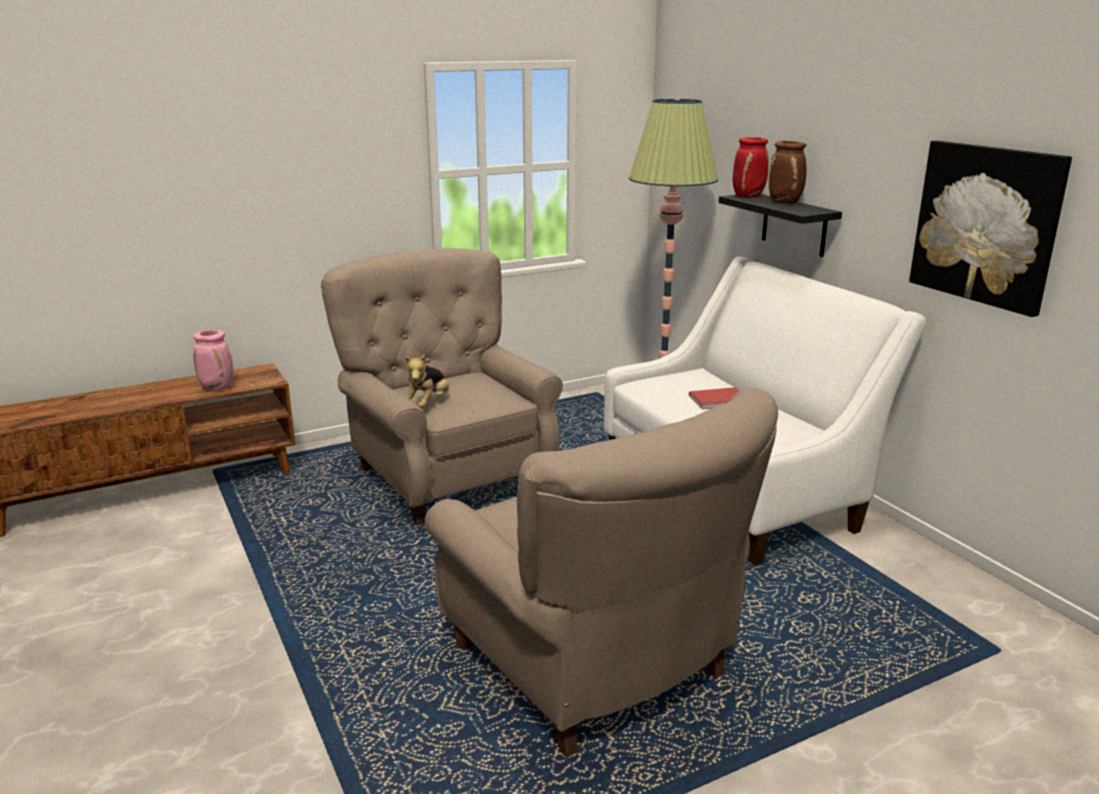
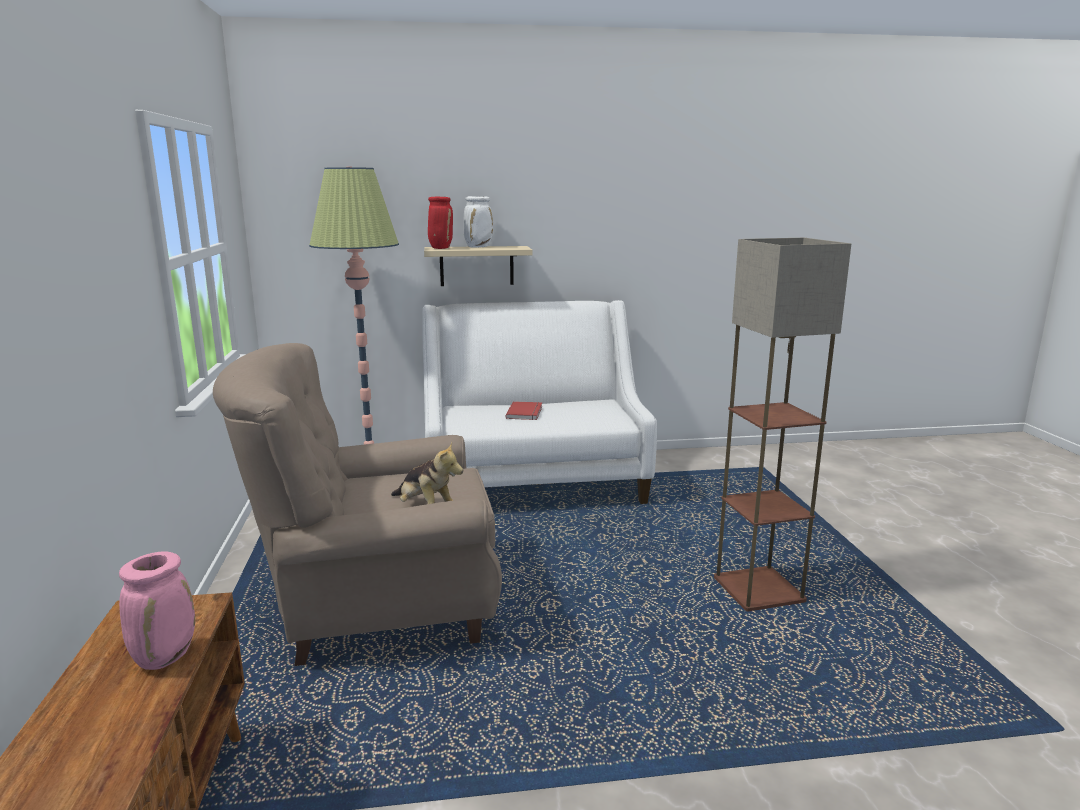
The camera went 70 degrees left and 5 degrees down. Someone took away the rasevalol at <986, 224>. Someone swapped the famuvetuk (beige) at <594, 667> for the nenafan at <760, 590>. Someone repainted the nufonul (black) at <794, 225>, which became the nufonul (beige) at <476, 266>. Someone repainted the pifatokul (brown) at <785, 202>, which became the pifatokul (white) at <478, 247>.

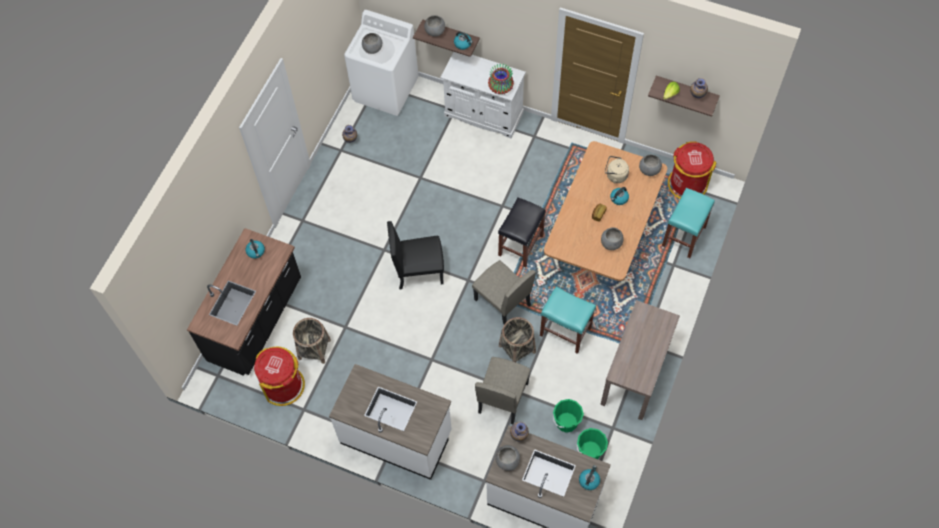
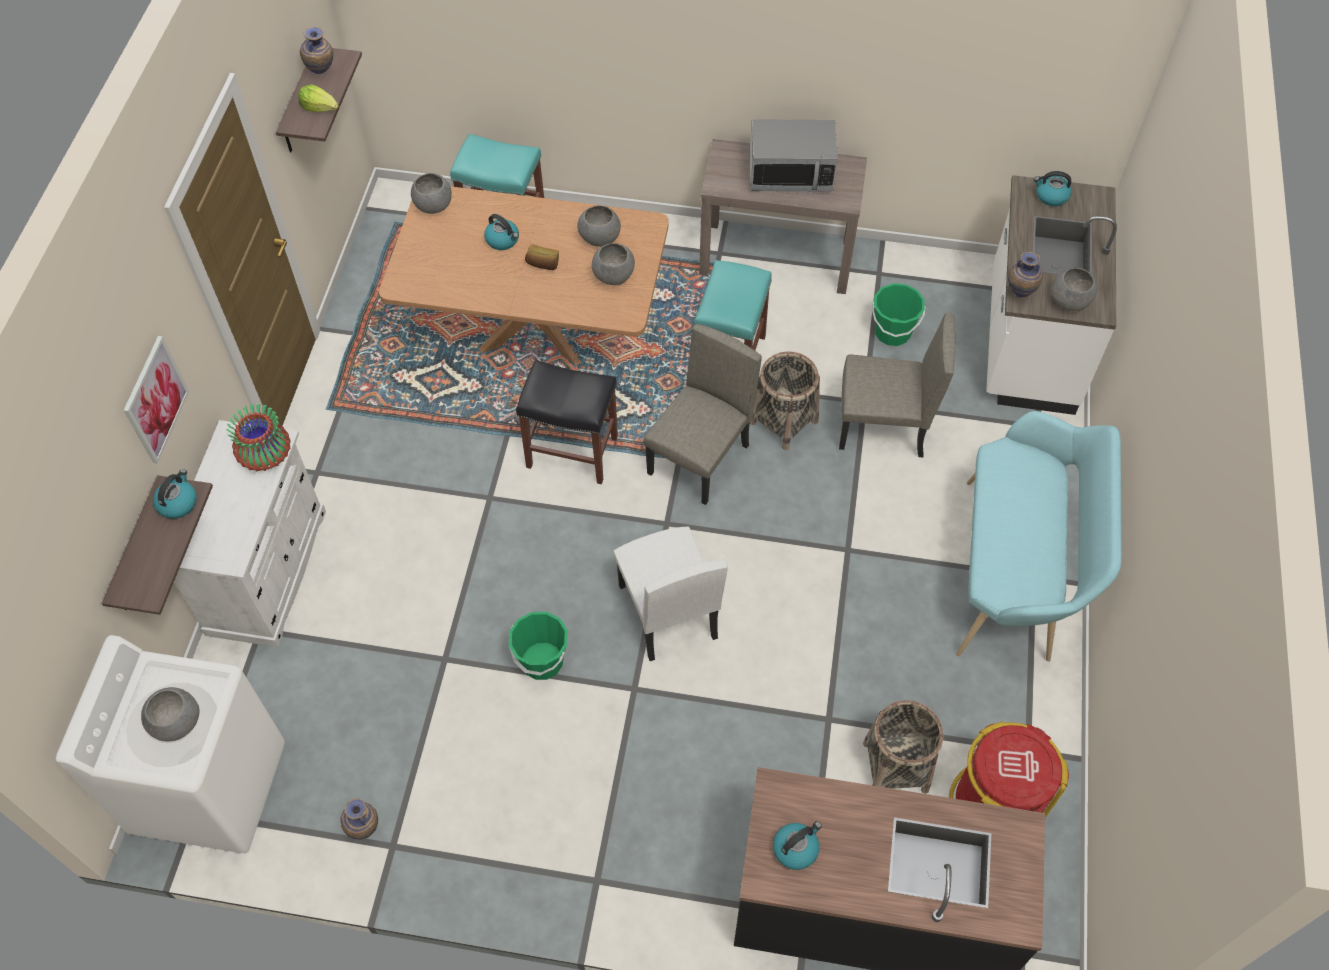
The camera went 105 degrees left and 5 degrees down. Someone took away the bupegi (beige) at <615, 175>. Someone took away the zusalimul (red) at <687, 184>. Someone put up the rasevalol at <155, 400>. Someone put down the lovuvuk at <790, 173>. Someone carried the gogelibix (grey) from <435, 32> to <613, 276>. Someone carried the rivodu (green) from <590, 451> to <542, 661>. Someone swapped the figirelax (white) at <396, 436> for the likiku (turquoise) at <1016, 573>. Someone repainted the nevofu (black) at <419, 271>, which became the nevofu (white) at <667, 612>.

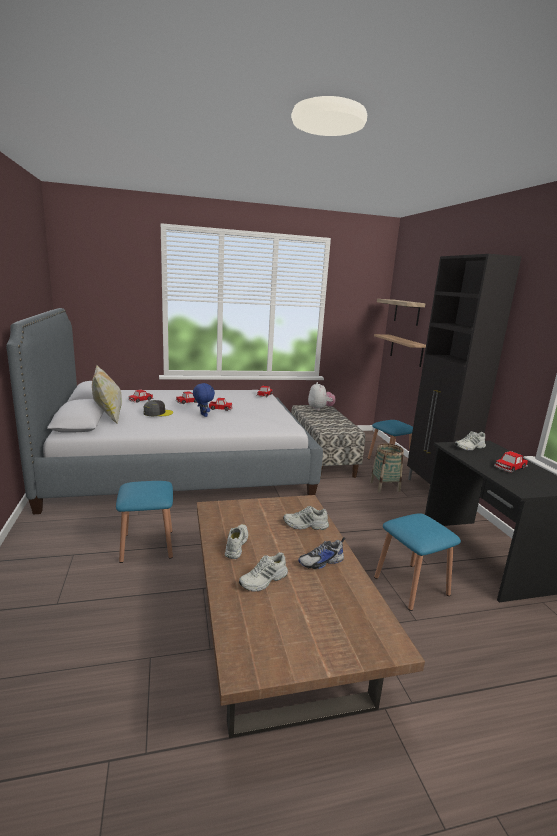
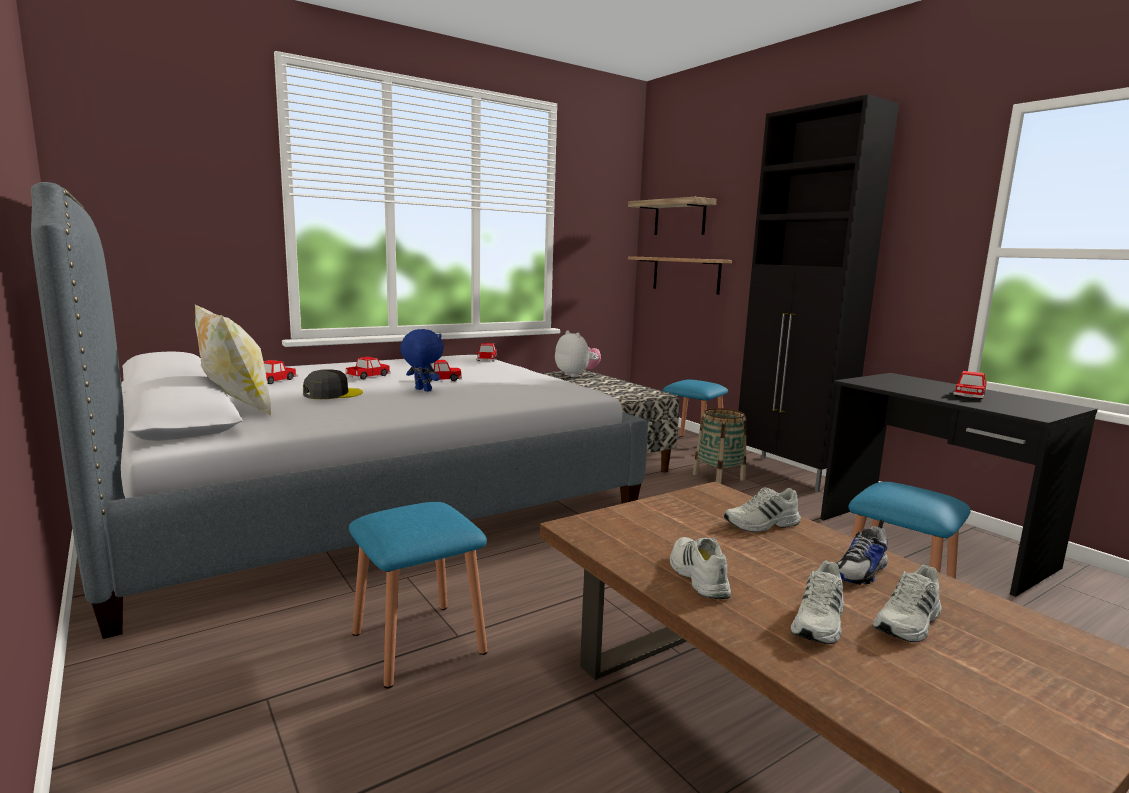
The camera went 20 degrees left and 5 degrees down. Someone carried the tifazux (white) from <470, 447> to <909, 622>.

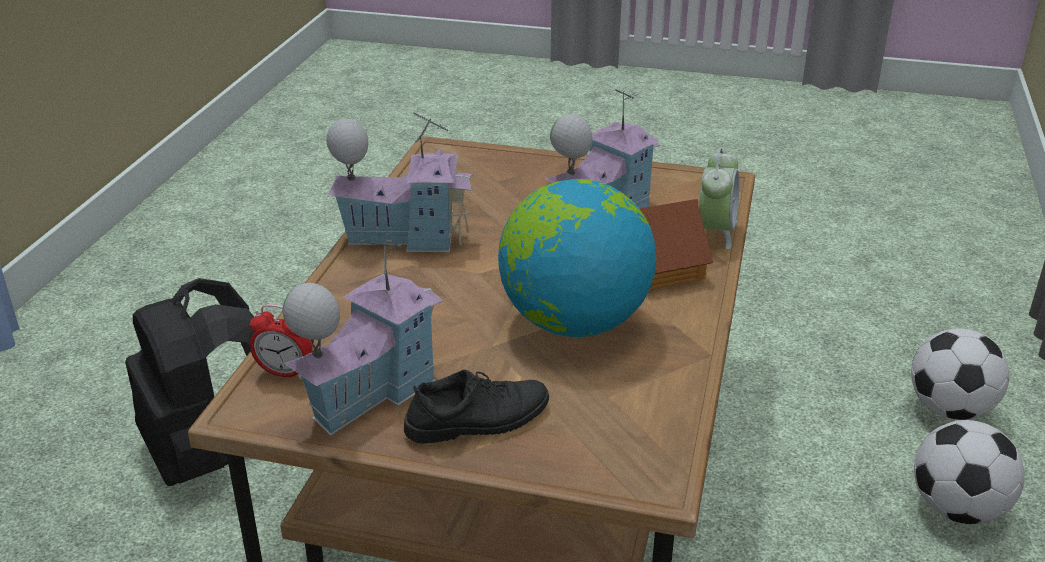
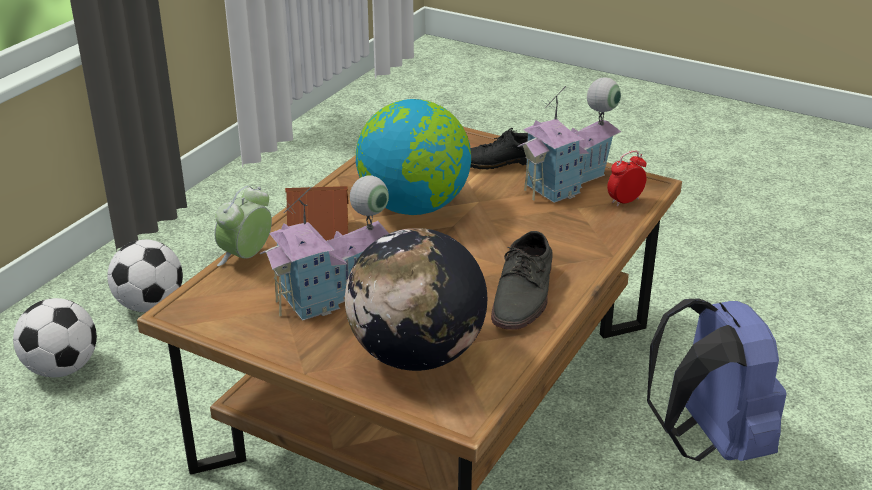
The camera went 165 degrees left and 0 degrees up. Someone put down the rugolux at <416, 355>. Someone swapped the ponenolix at <405, 236> for the tifazux (grey) at <524, 294>. Someone repainted the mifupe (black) at <206, 454>, which became the mifupe (blue) at <708, 442>. Someone rotated the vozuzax at <285, 372> by 60 degrees counterclockwise.

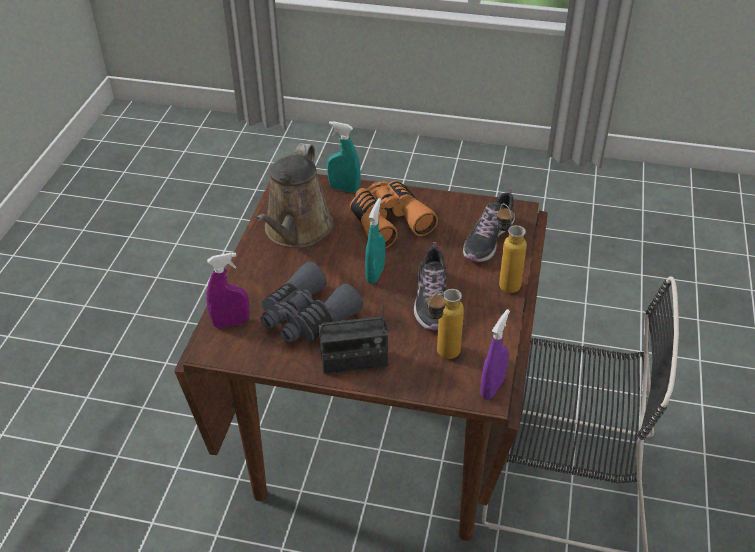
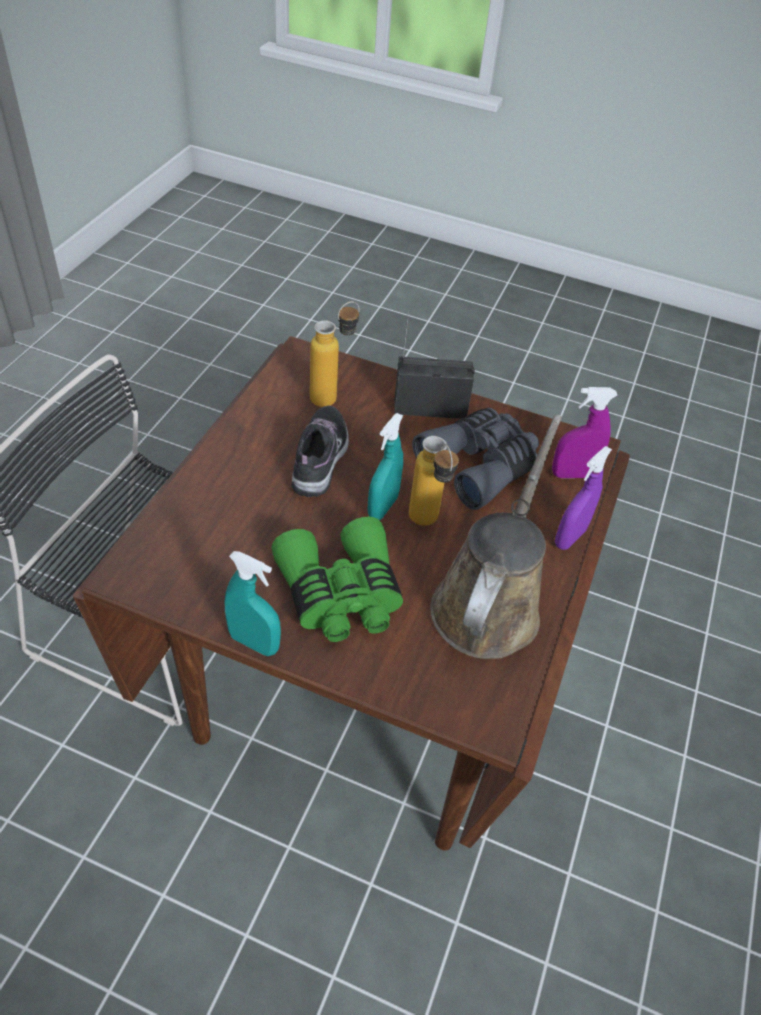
The camera went 175 degrees left and 5 degrees up. Someone took away the tifazux at <488, 239>. Someone carried the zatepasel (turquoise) from <344, 189> to <254, 643>. Someone carried the zatepasel (purple) from <492, 387> to <570, 537>. Someone carried the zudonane from <504, 281> to <427, 525>. Someone repainted the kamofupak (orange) at <388, 221>, which became the kamofupak (green) at <341, 594>.

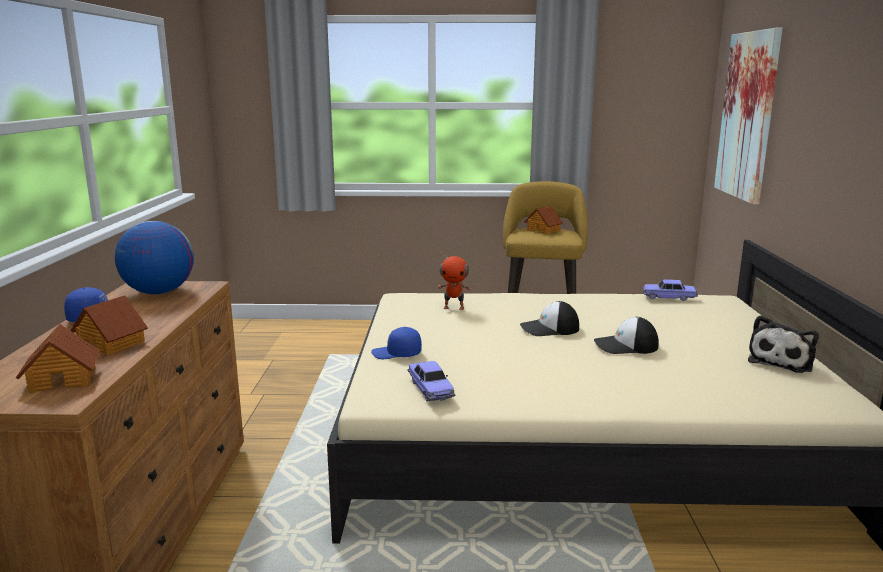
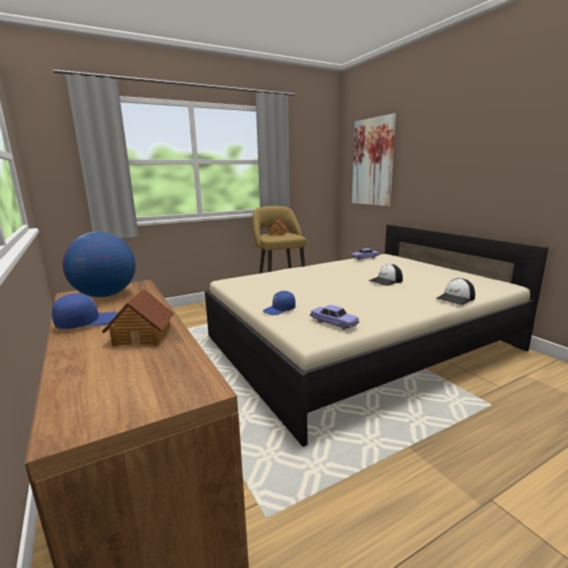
The camera went 30 degrees left and 0 degrees up. Someone took away the ponenolix at <63, 379>. Someone took away the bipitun at <454, 308>. Someone took away the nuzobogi at <782, 361>. Someone carried the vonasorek from <549, 328> to <456, 298>.

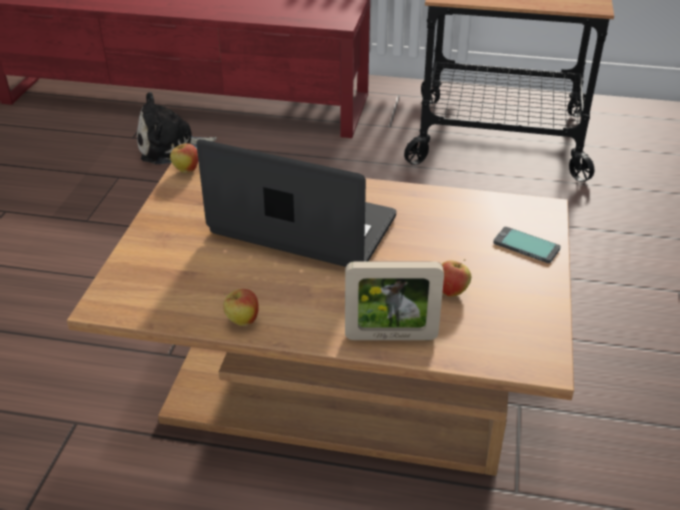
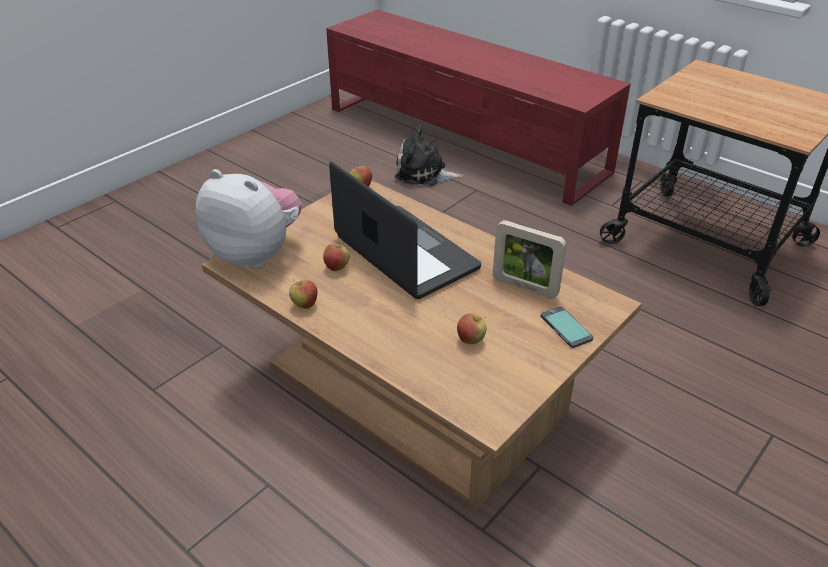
The camera went 30 degrees right and 0 degrees up. Someone put down the nuzobogi at <256, 254>. Someone put down the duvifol at <337, 268>. Someone carried the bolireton from <391, 336> to <525, 287>.

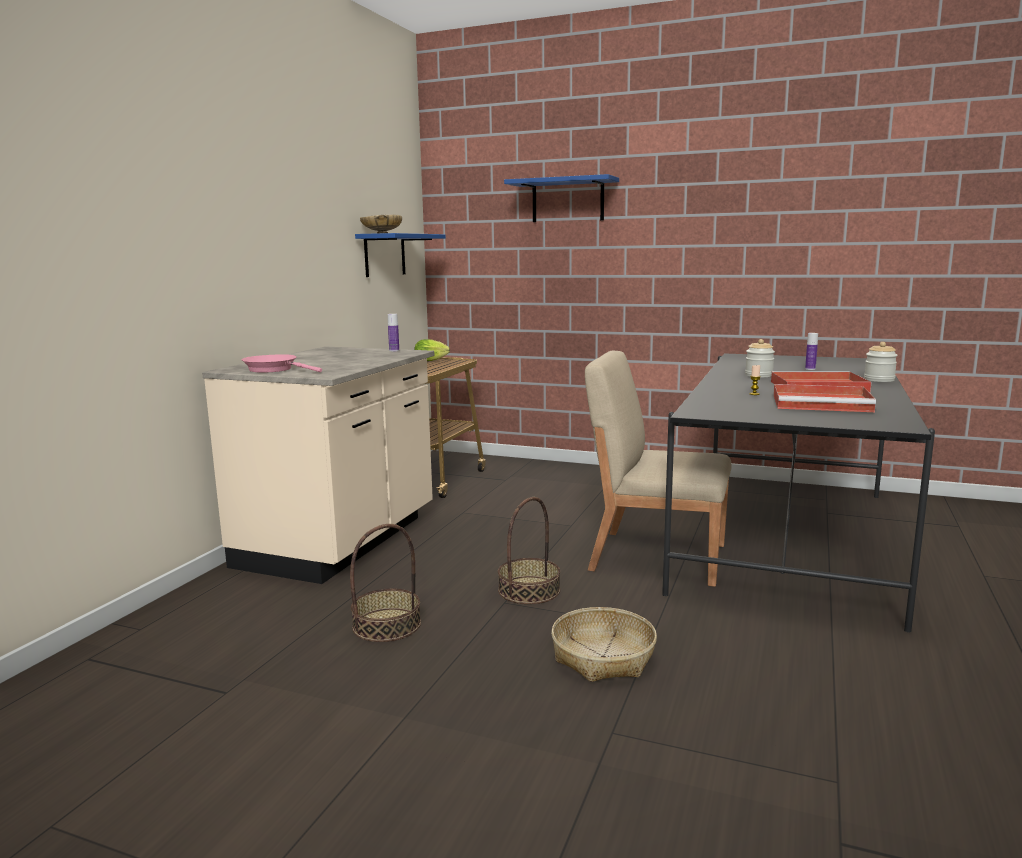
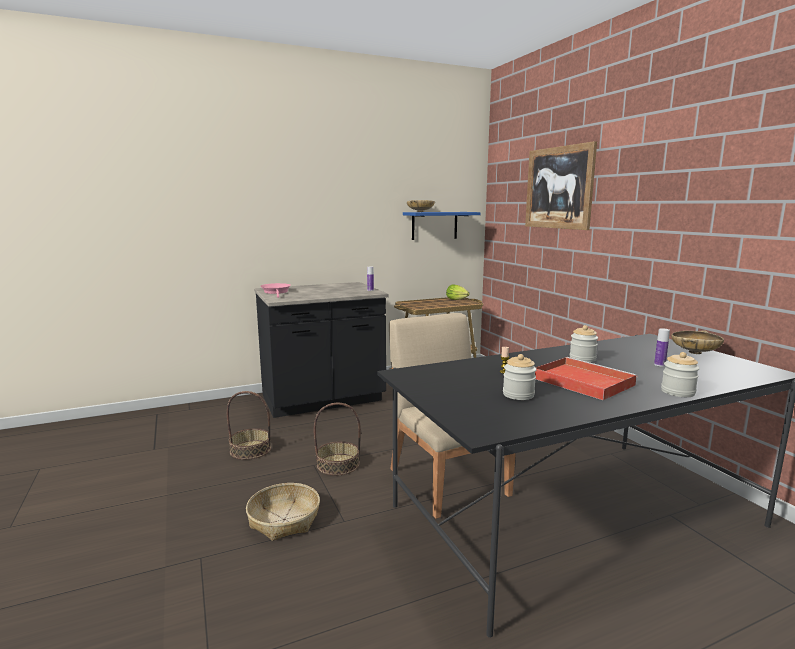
The camera went 45 degrees right and 0 degrees up. Someone put down the gogelibix (beige) at <694, 352>. Someone swapped the nufonul (blue) at <568, 200> for the rasevalol at <558, 188>. Someone swapped the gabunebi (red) at <823, 403> for the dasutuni at <518, 395>. Someone repainted the figirelax (beige) at <340, 542>, which became the figirelax (black) at <323, 400>.

